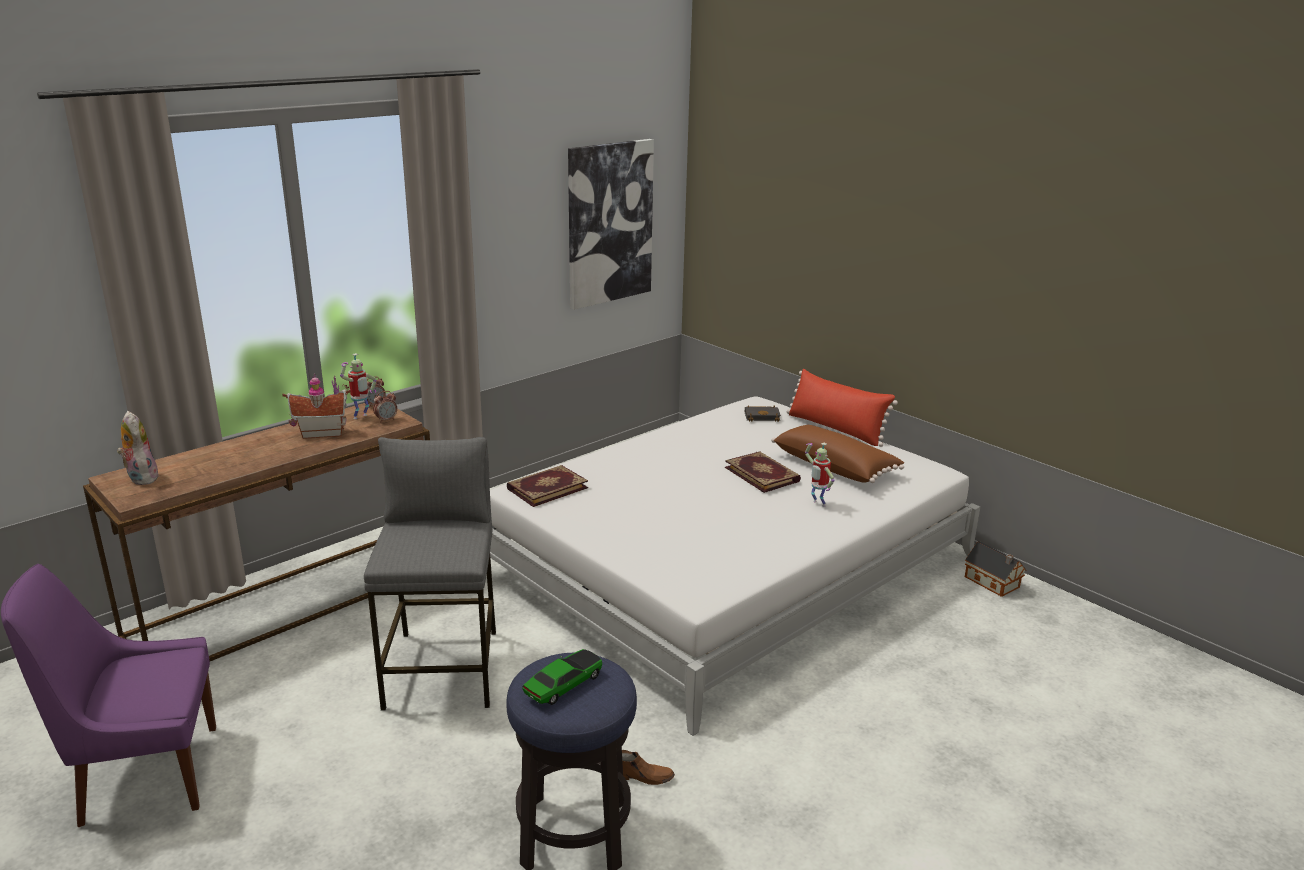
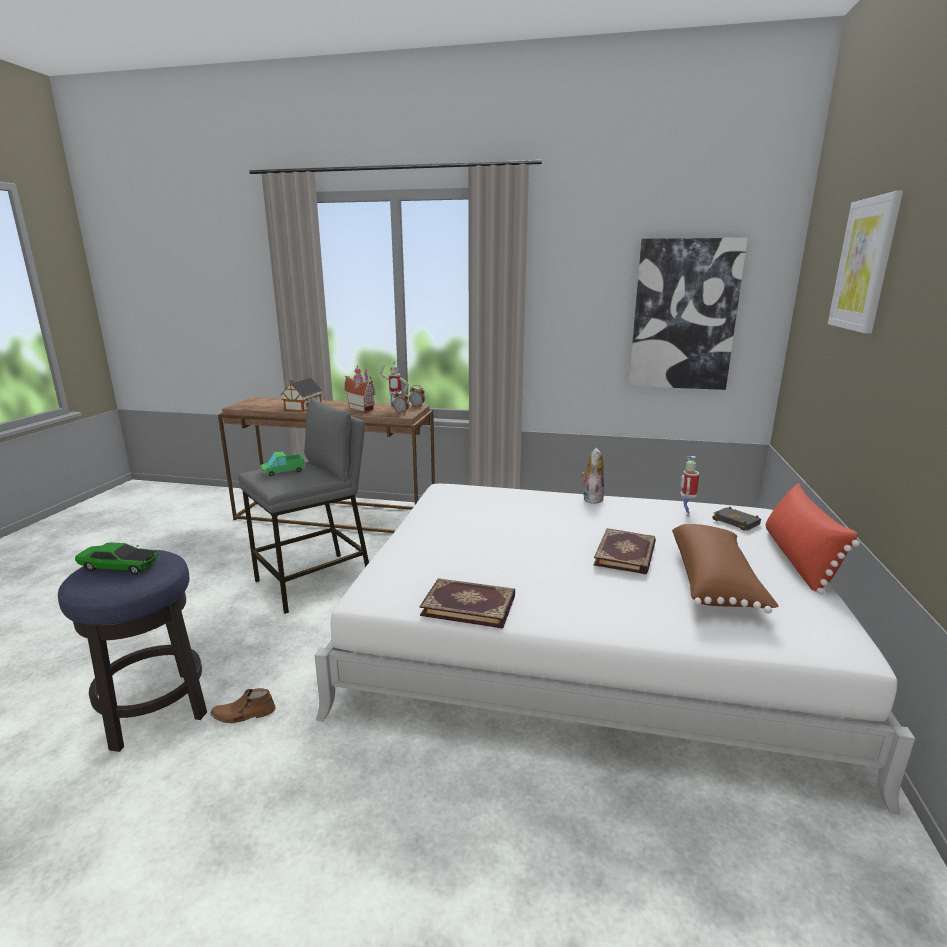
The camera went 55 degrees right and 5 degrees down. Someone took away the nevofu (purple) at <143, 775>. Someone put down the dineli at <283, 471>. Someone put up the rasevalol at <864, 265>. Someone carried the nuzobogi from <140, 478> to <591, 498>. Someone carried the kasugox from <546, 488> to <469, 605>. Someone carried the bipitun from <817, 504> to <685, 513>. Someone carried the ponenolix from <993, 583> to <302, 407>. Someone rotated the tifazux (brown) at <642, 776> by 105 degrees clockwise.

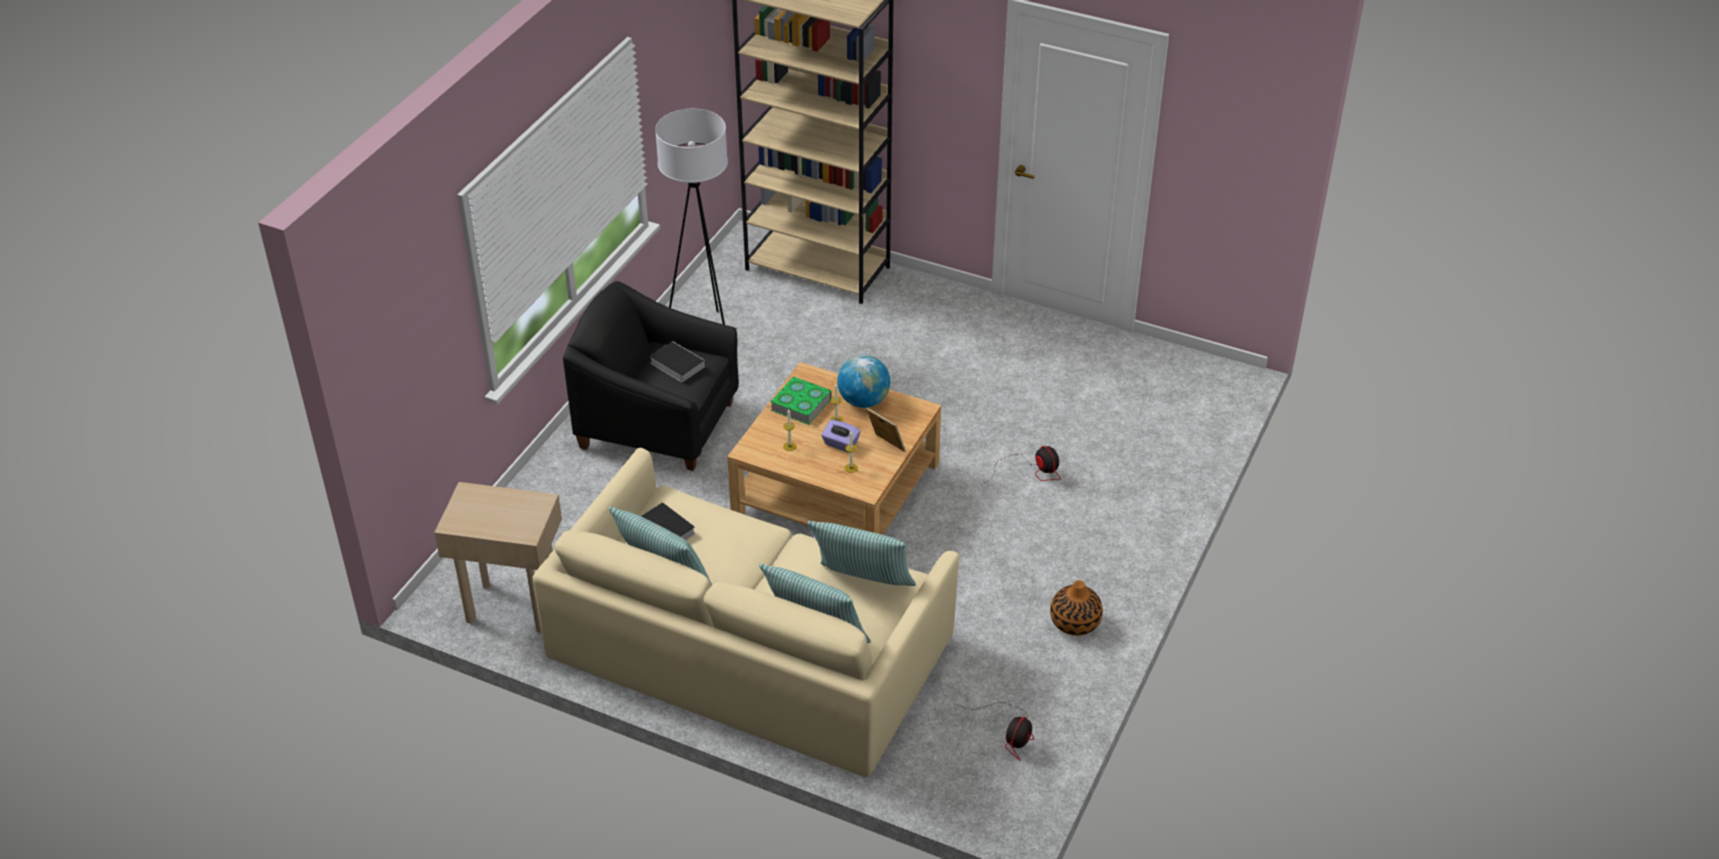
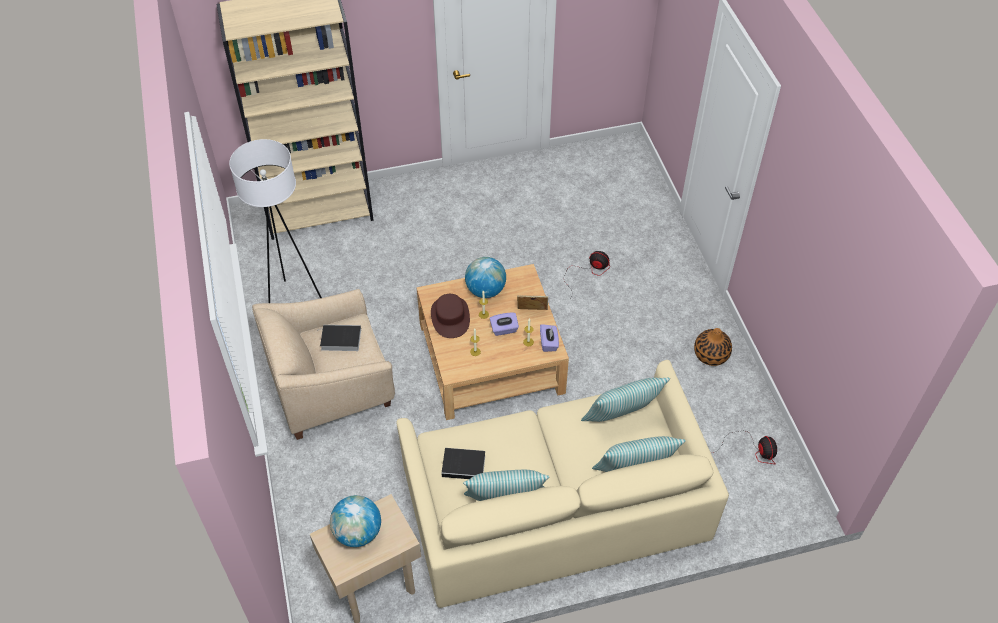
The camera went 40 degrees left and 10 degrees up. Someone put down the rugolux at <358, 532>. Someone put down the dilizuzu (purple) at <549, 343>. Someone swapped the kasugox at <801, 404> for the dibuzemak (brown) at <450, 317>. Someone repainted the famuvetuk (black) at <658, 424>, which became the famuvetuk (beige) at <331, 386>.

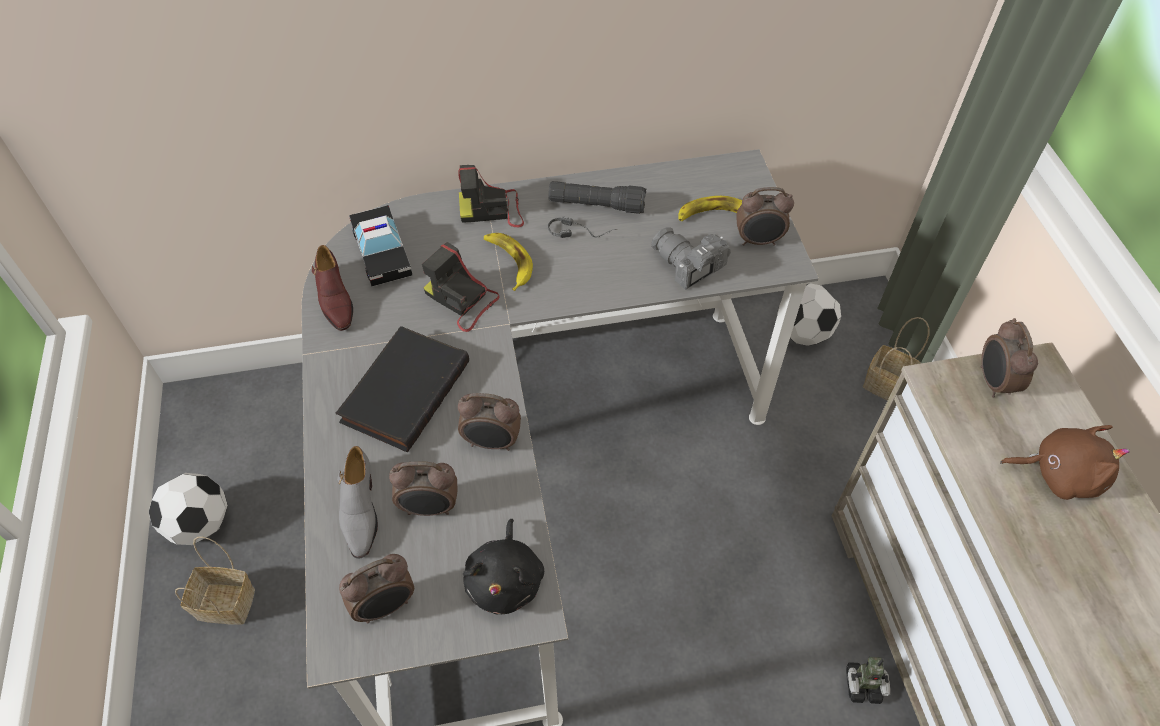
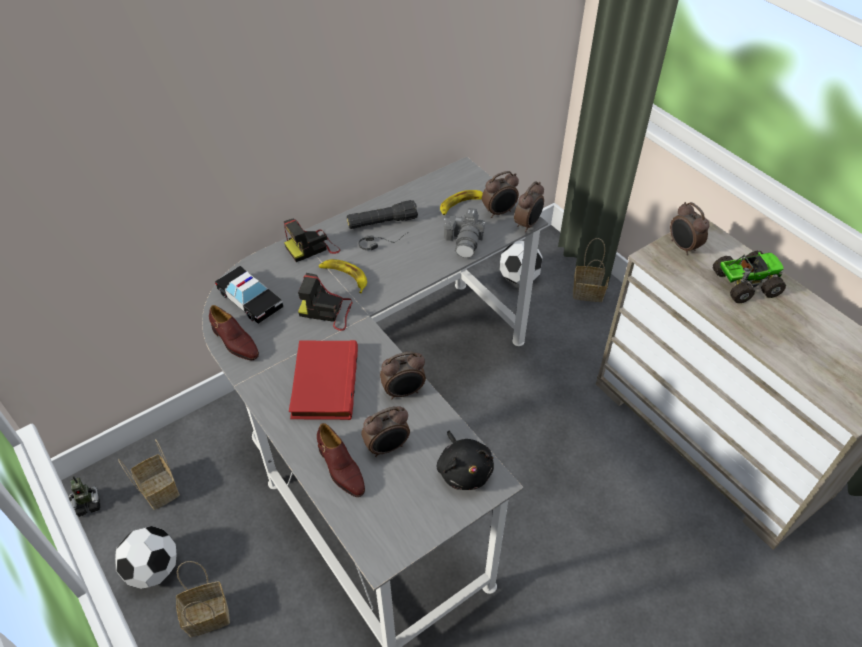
The camera went 25 degrees left and 5 degrees down. Someone put down the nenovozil at <158, 489>. Someone carried the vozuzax from <385, 606> to <528, 224>. Someone carried the bipitun from <862, 685> to <88, 504>. Someone swapped the nuzobogi (brown) at <1059, 473> for the dineli at <744, 284>. Someone repainted the kasugox (black) at <403, 390>, which became the kasugox (red) at <323, 382>. Someone repainted the tifazux (grey) at <359, 511>, which became the tifazux (brown) at <340, 468>. Someone rotated the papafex at <688, 266> by 105 degrees counterclockwise.

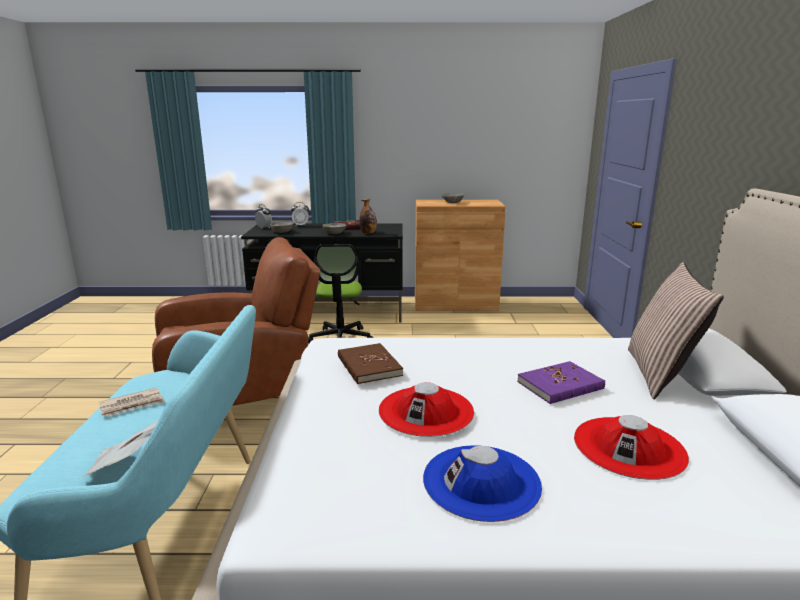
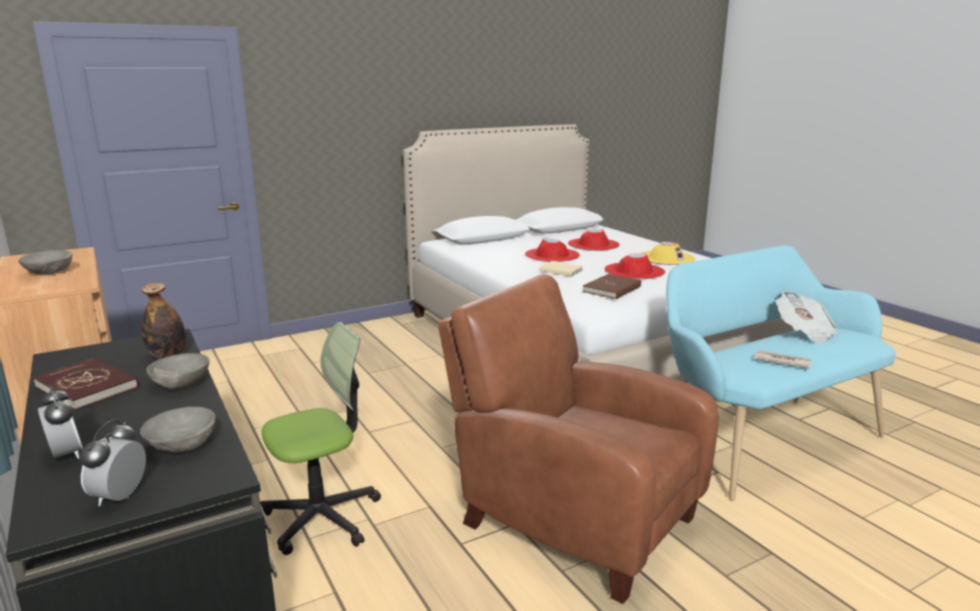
The camera went 120 degrees left and 0 degrees up. Someone took away the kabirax at <660, 374>. Someone put down the kasugox (beige) at <560, 270>. Someone swapped the kasugox (purple) at <560, 385> for the dibuzemak (red) at <552, 255>. Someone repainted the dibuzemak (blue) at <481, 481>, which became the dibuzemak (yellow) at <666, 258>.

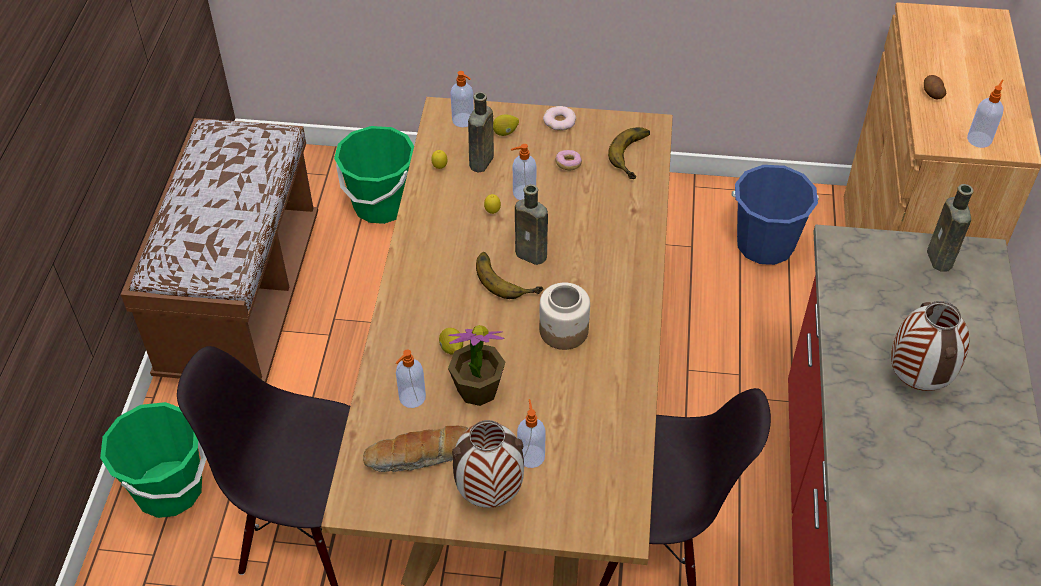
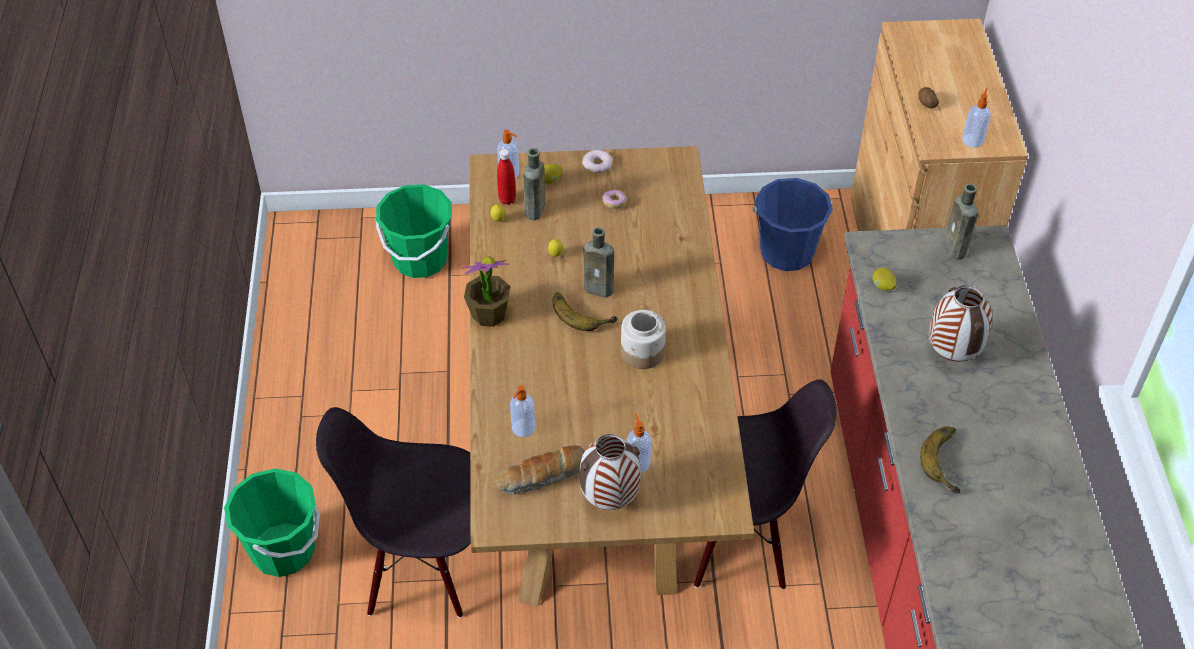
The camera went 10 degrees left and 0 degrees up. Someone took away the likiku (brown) at <241, 299>. Someone took away the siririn at <523, 193>. Someone put down the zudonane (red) at <507, 199>. Someone carried the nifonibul from <451, 349> to <882, 286>. Someone carried the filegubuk from <477, 389> to <488, 314>. Someone carried the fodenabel from <636, 156> to <949, 461>.

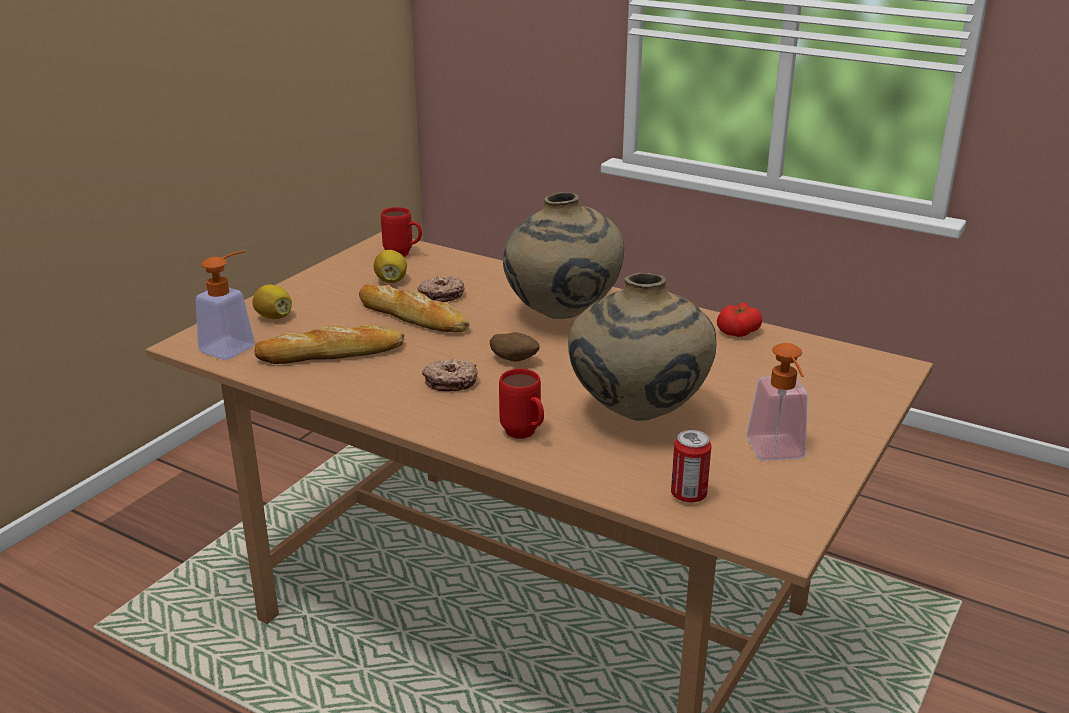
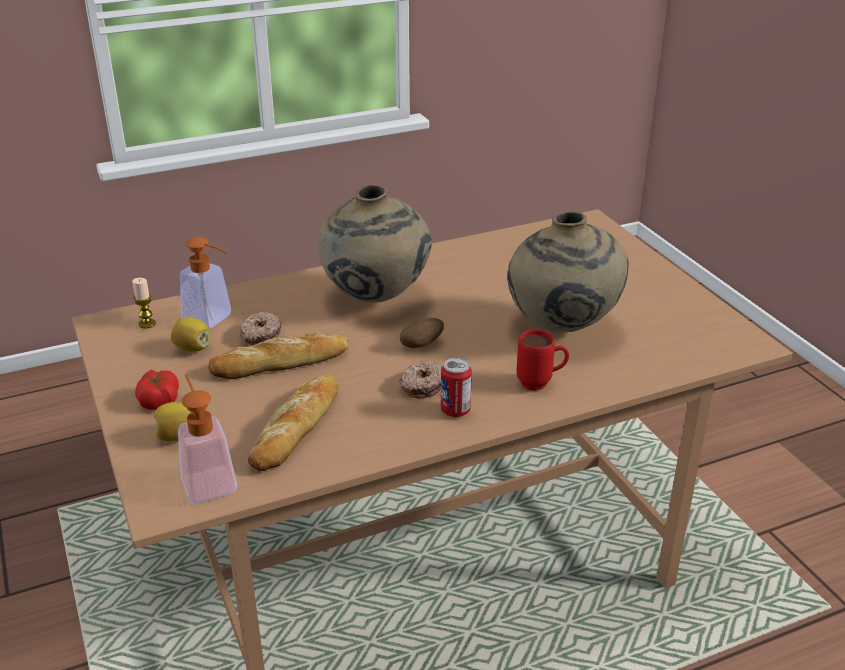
The camera went 55 degrees left and 5 degrees up. Someone carried the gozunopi from <688, 495> to <455, 410>. Someone carried the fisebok from <738, 331> to <159, 400>. Someone carried the siririn from <778, 454> to <214, 320>. Someone swapped the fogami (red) at <403, 255> for the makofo at <147, 324>.

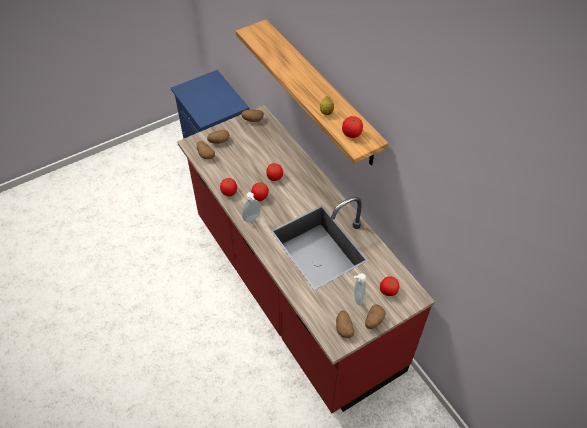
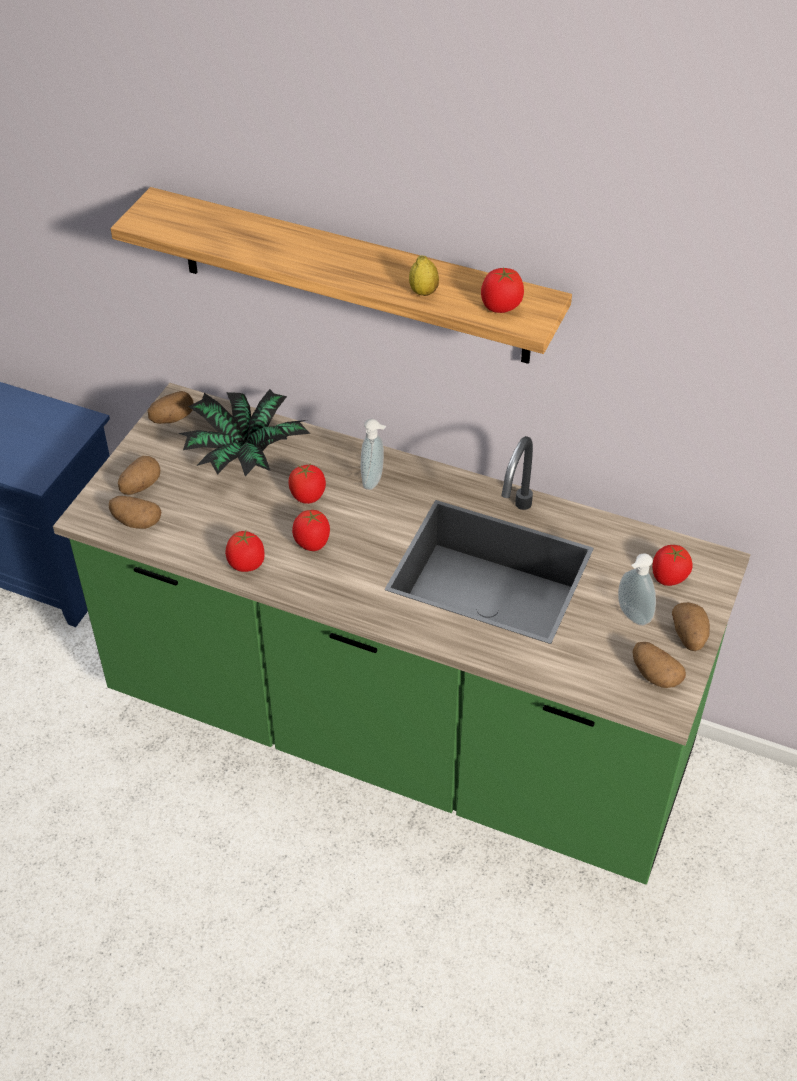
The camera went 35 degrees left and 5 degrees down. Someone put down the filegubuk at <245, 455>. Someone carried the siririn from <252, 219> to <374, 481>. Someone repainted the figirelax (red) at <293, 292>, which became the figirelax (green) at <398, 731>.

